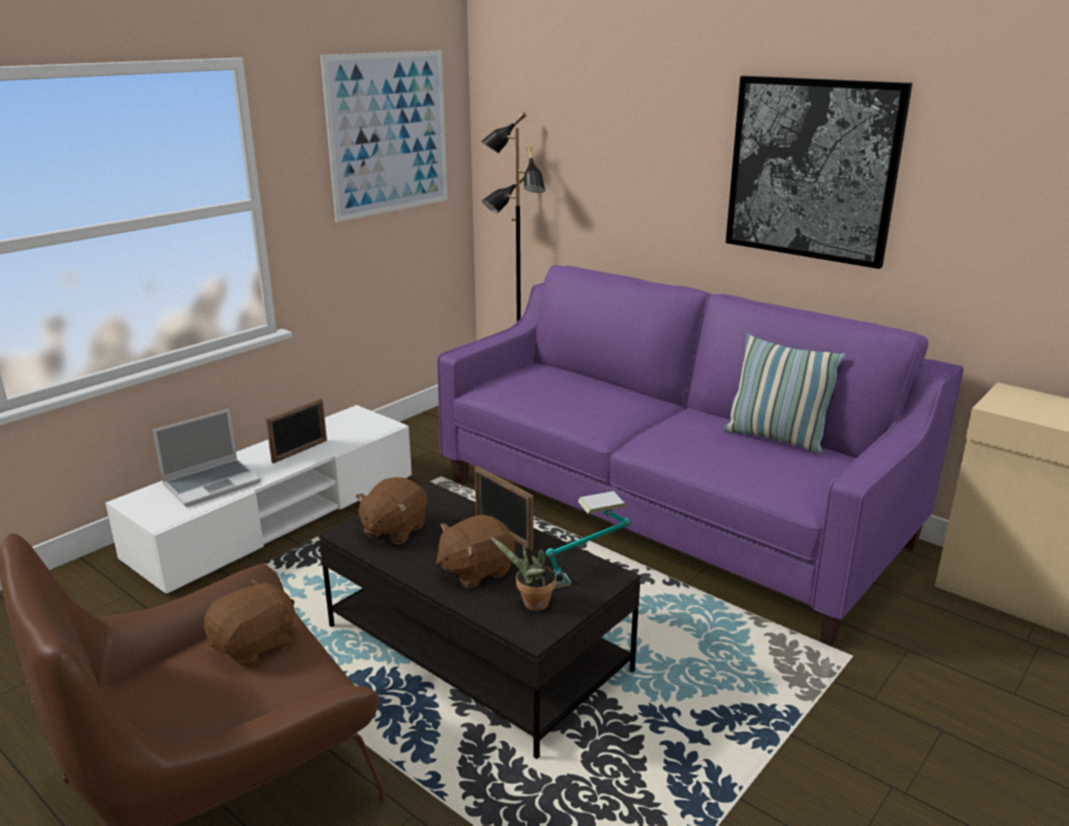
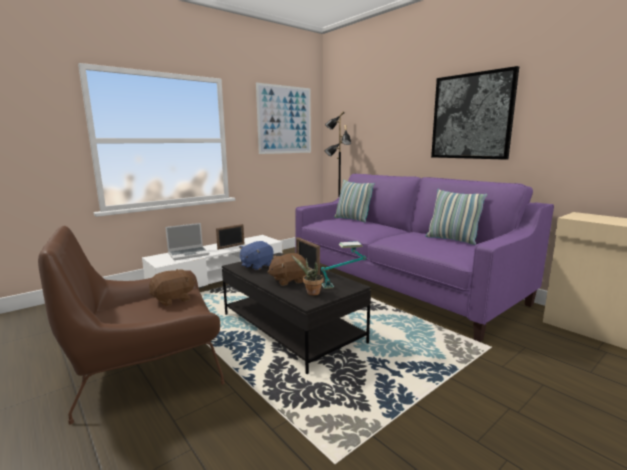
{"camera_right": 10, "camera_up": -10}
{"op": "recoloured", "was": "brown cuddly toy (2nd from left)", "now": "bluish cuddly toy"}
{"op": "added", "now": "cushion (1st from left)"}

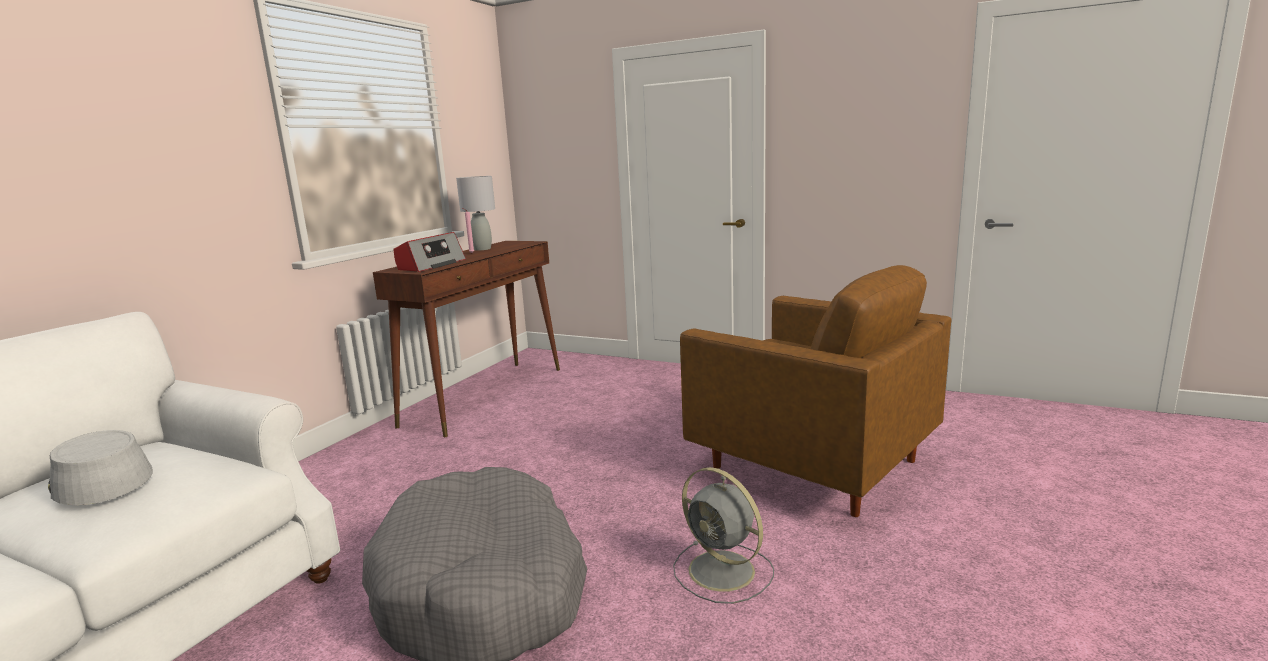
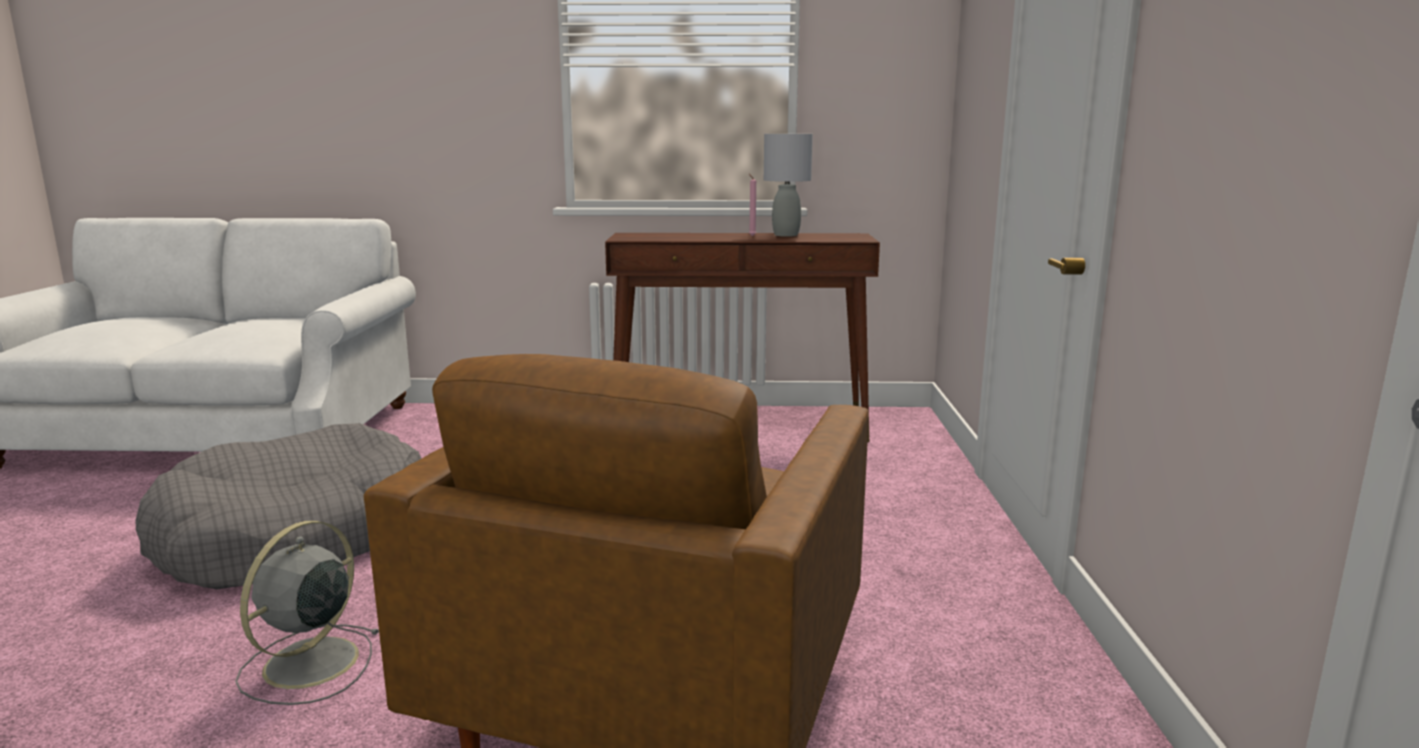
{"camera_right": 65, "camera_up": 0}
{"op": "removed", "was": "grey clothing hat"}
{"op": "removed", "was": "radio"}

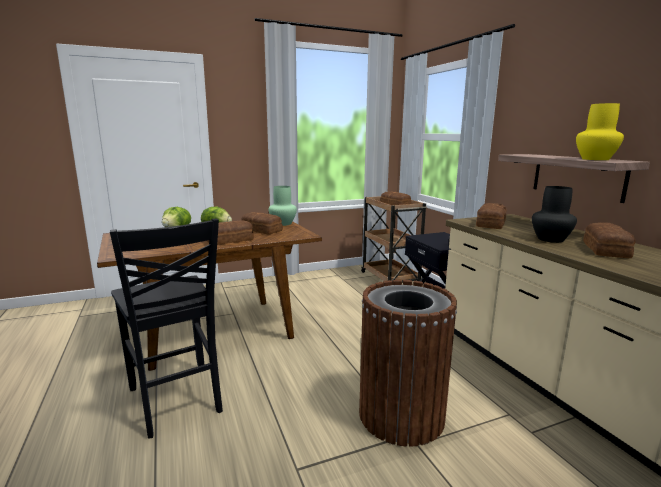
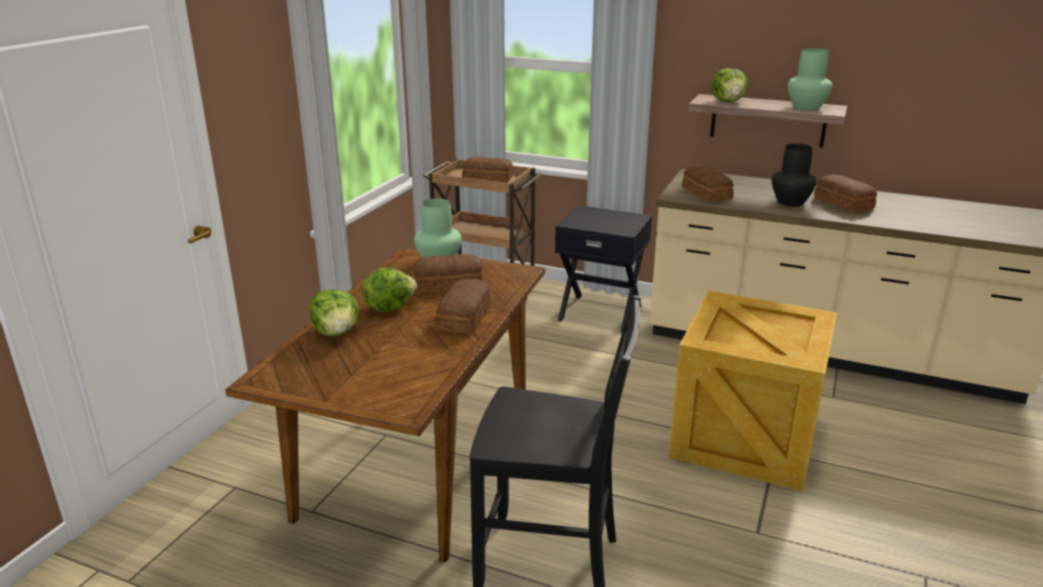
{"camera_right": -45, "camera_up": 10}
{"op": "replaced", "was": "brown waste bin", "now": "shipping crate"}
{"op": "recoloured", "was": "yellowish flower vase", "now": "greenish flower vase (2nd from left)"}
{"op": "added", "now": "head of lettuce (3rd from left)"}

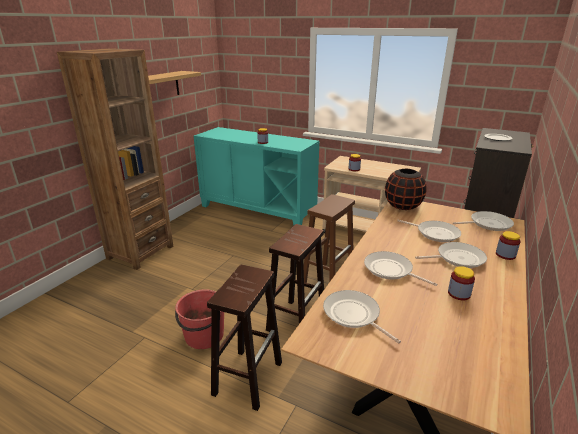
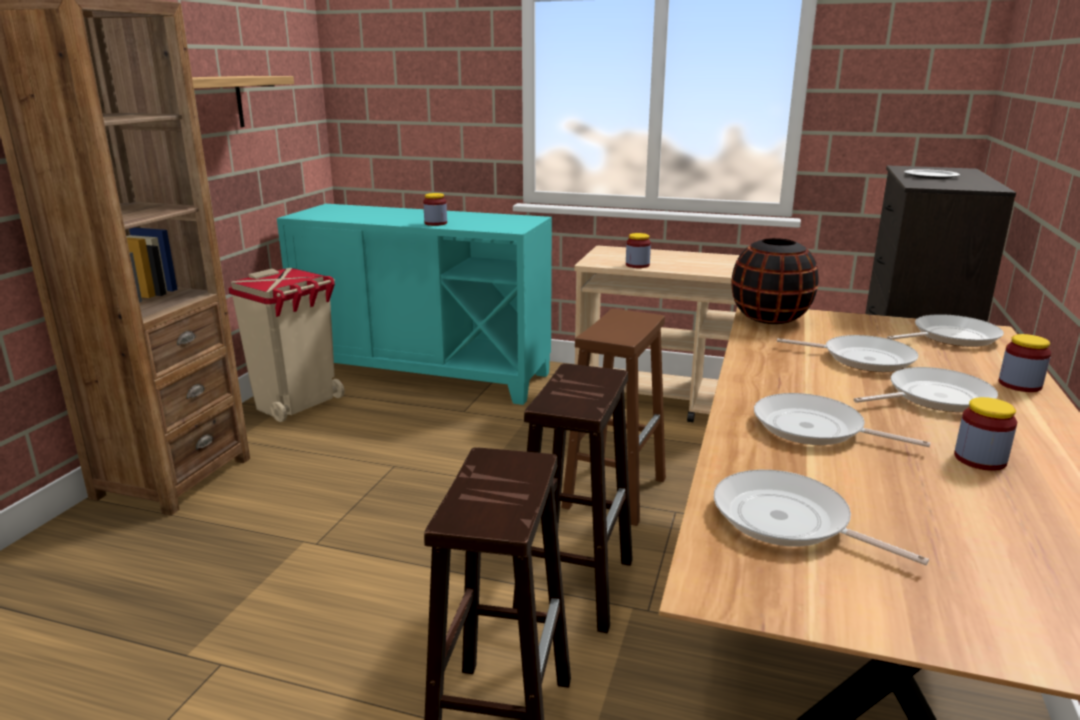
{"camera_right": -10, "camera_up": -5}
{"op": "removed", "was": "red-coloured bucket"}
{"op": "added", "now": "beige-coloured waste bin"}

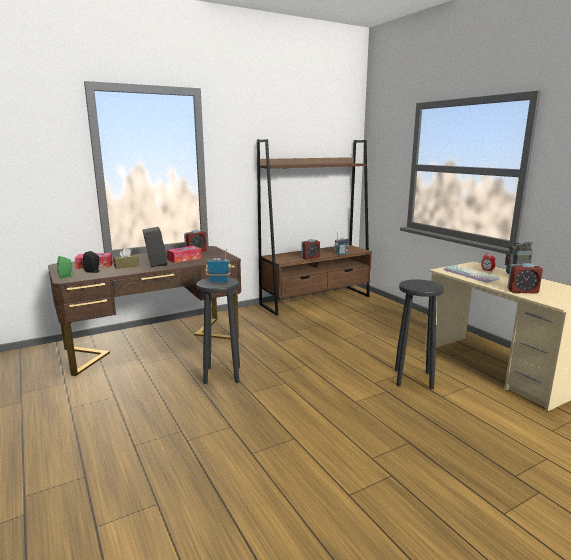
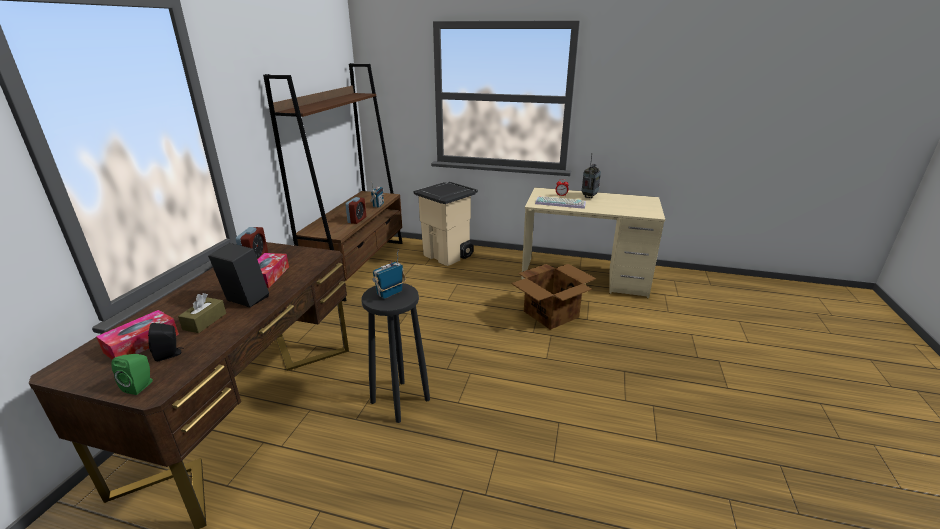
{"camera_right": -45, "camera_up": 10}
{"op": "replaced", "was": "blackish stool (2nd from left)", "now": "carton"}
{"op": "removed", "was": "alarm clock (4th from left)"}
{"op": "added", "now": "beige-coloured waste bin"}

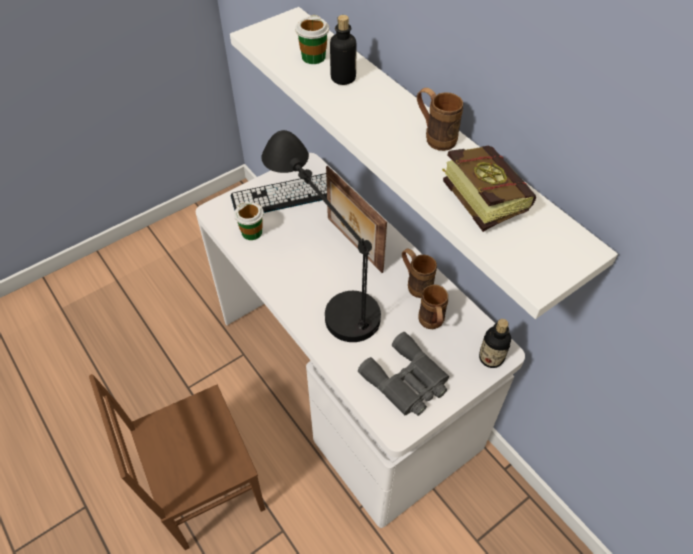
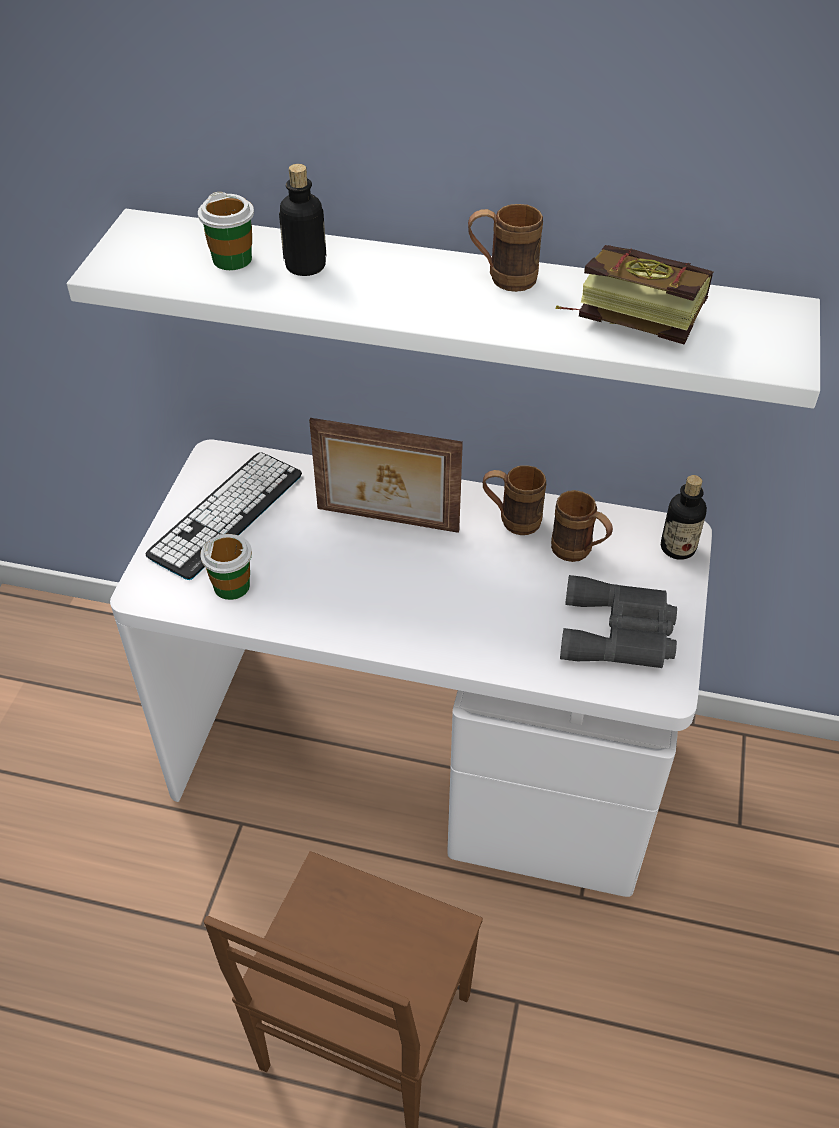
{"camera_right": -40, "camera_up": -5}
{"op": "removed", "was": "blackish tabletop lamp"}

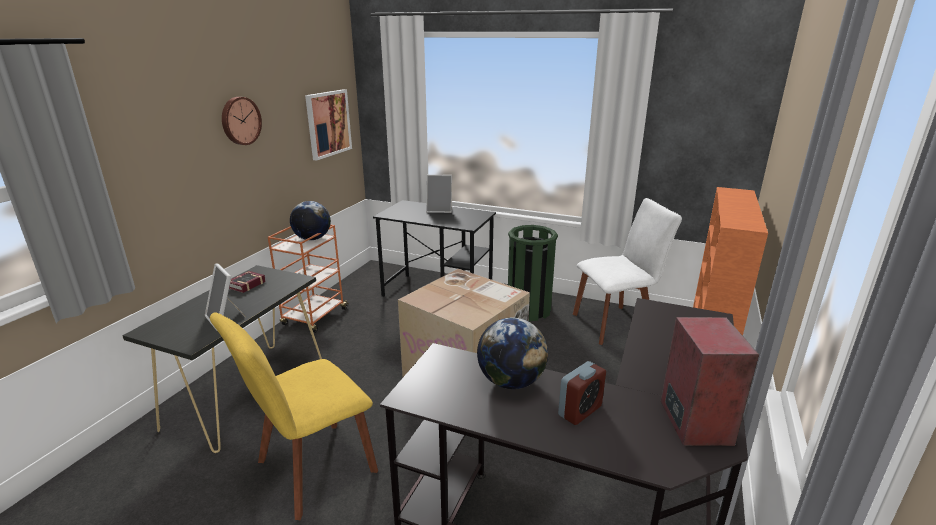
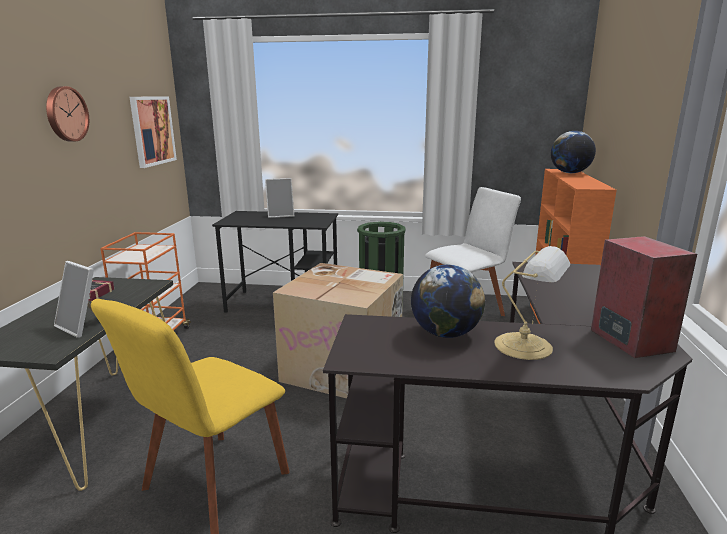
{"camera_right": -15, "camera_up": -5}
{"op": "moved", "was": "desk globe (1st from left in the first image)", "now": "desk globe (2nd from left)"}
{"op": "replaced", "was": "alarm clock", "now": "tabletop lamp"}

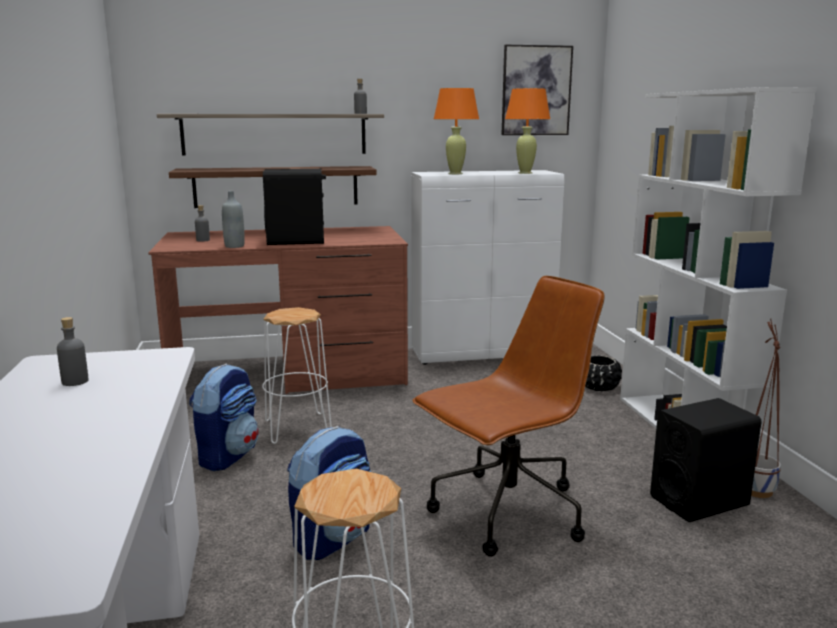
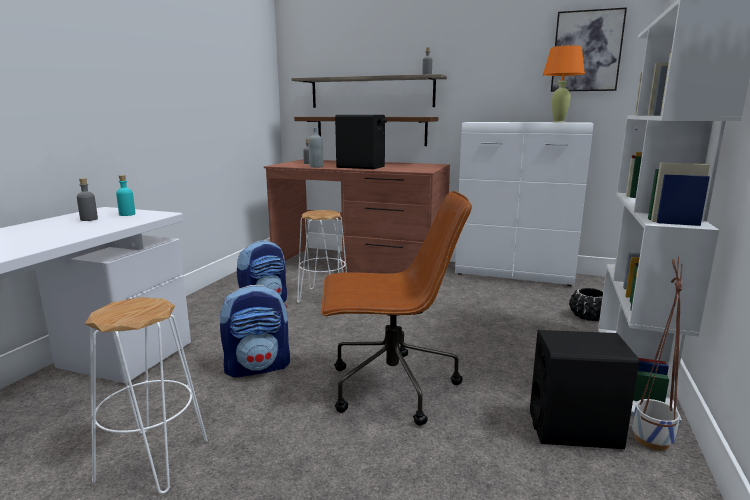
{"camera_right": 30, "camera_up": 0}
{"op": "removed", "was": "orangey tabletop lamp (1st from left)"}
{"op": "added", "now": "turquoise beverage bottle"}

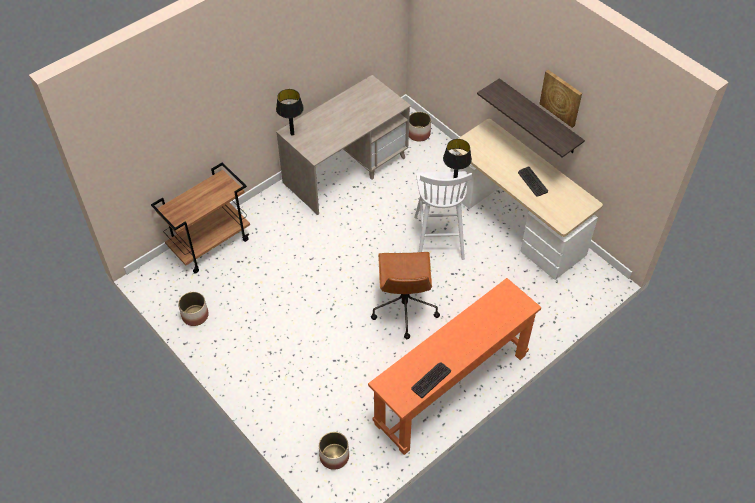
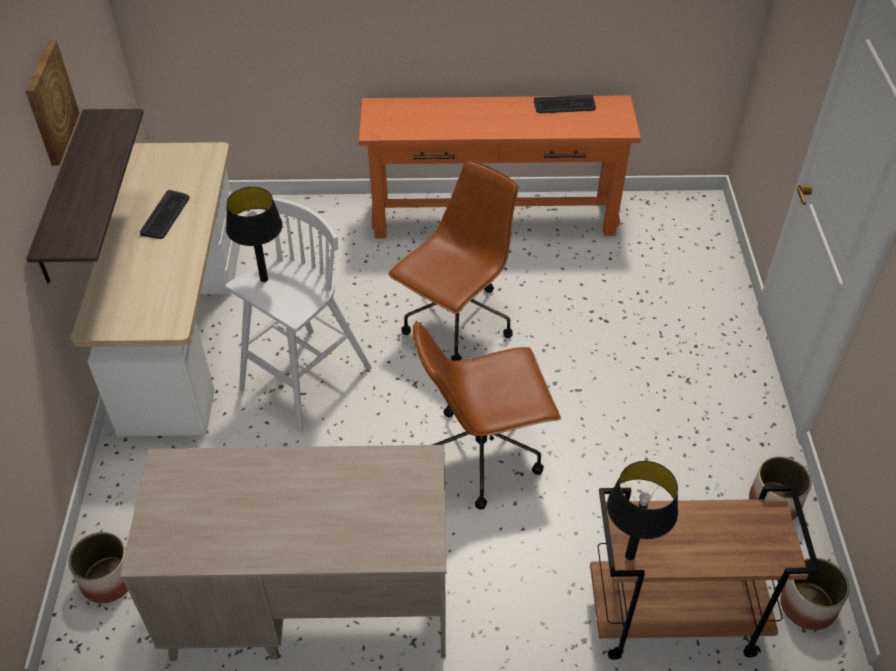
{"camera_right": -140, "camera_up": -5}
{"op": "moved", "was": "blackish tabletop lamp (1st from left in the first image)", "now": "blackish tabletop lamp (2nd from left)"}
{"op": "moved", "was": "plant pot (2nd from left in the first image)", "now": "plant pot (3rd from left)"}
{"op": "added", "now": "brown desk chair (2nd from left)"}

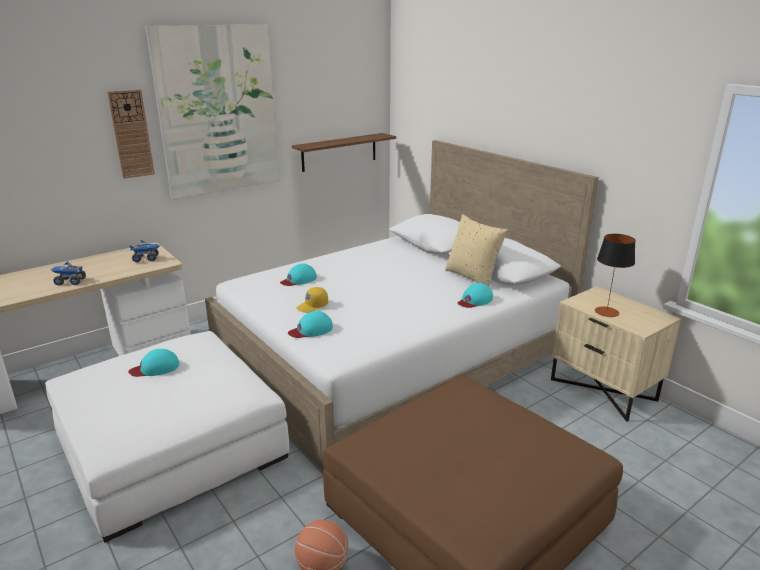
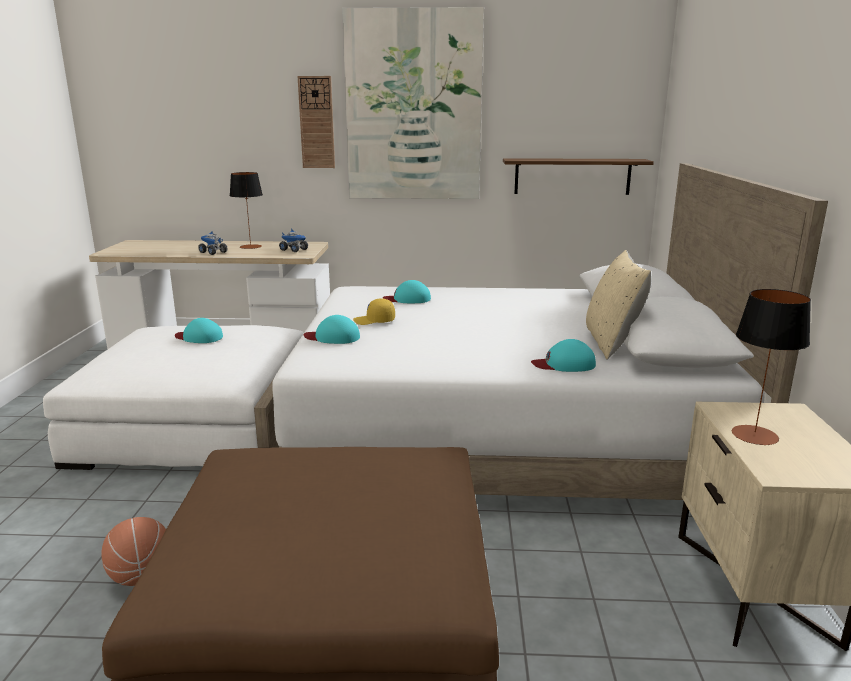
{"camera_right": 40, "camera_up": -5}
{"op": "added", "now": "tabletop lamp (1st from left)"}

